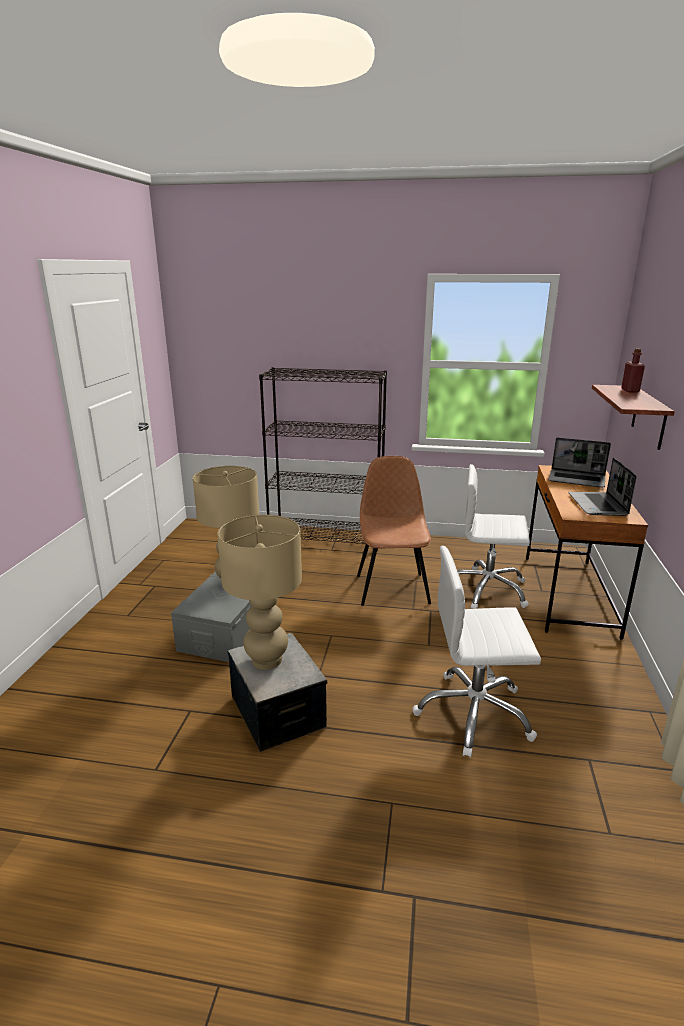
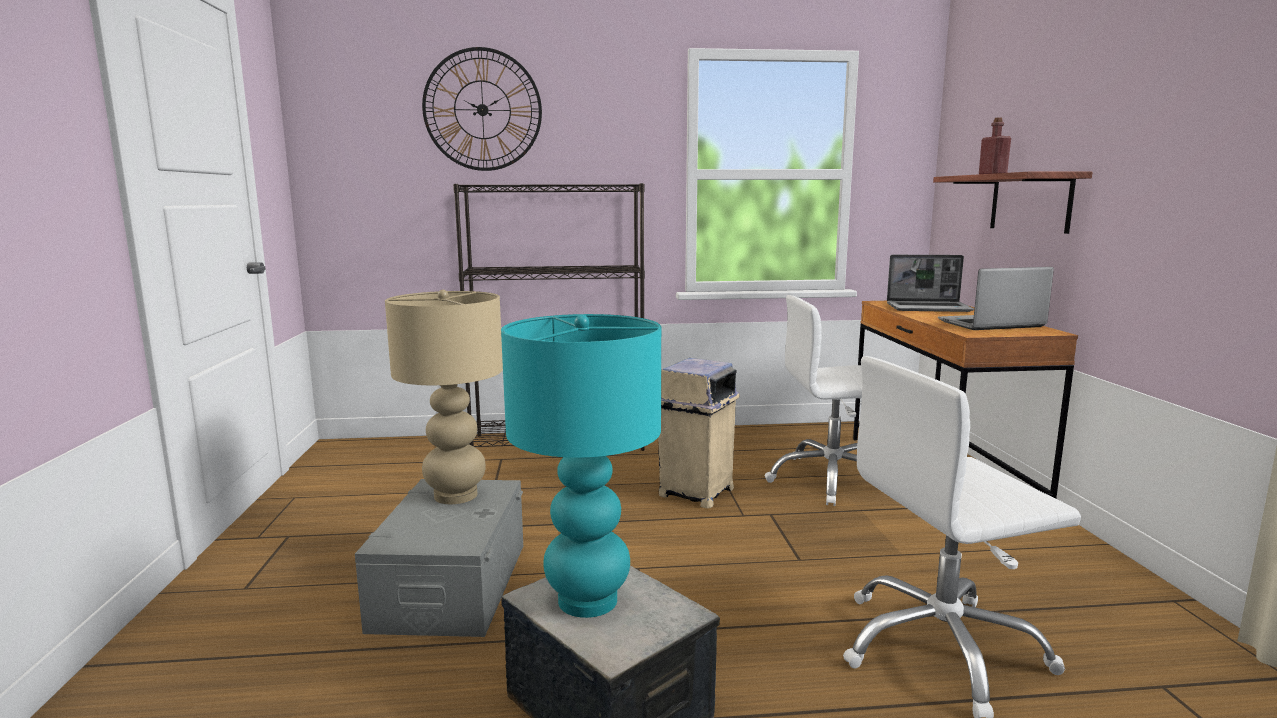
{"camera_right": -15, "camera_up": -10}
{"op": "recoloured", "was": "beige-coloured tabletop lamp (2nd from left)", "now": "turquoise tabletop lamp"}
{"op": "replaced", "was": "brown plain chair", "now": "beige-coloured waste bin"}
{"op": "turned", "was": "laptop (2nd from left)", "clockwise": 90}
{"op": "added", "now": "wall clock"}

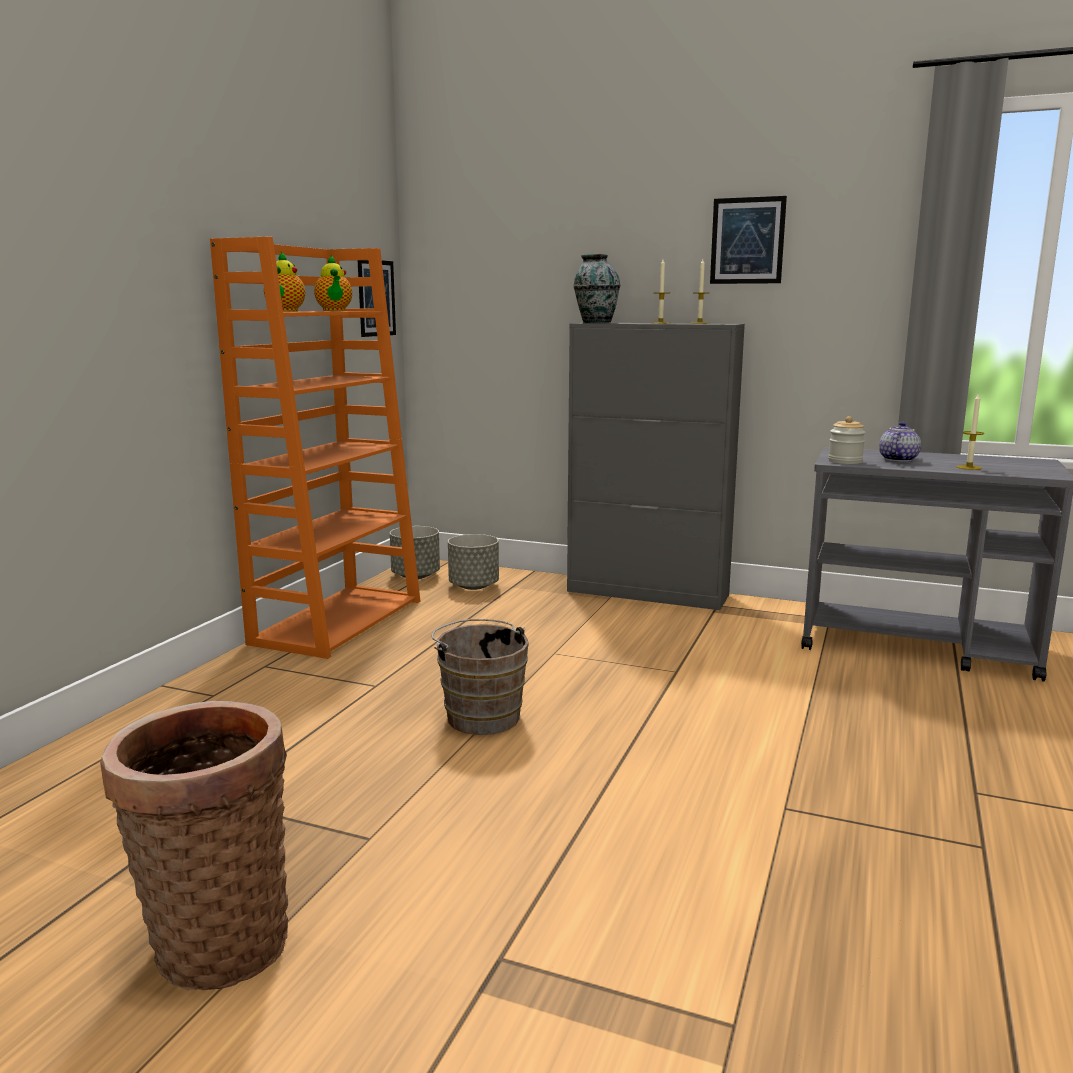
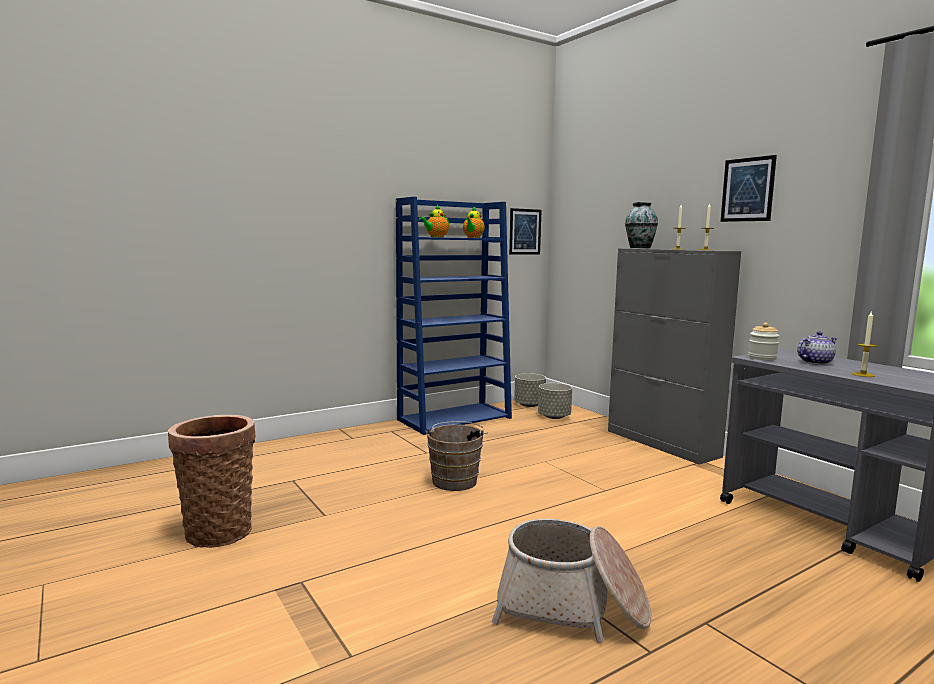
{"camera_right": 35, "camera_up": -5}
{"op": "recoloured", "was": "orangey bookcase", "now": "bluish bookcase"}
{"op": "added", "now": "household basket (2nd from left)"}

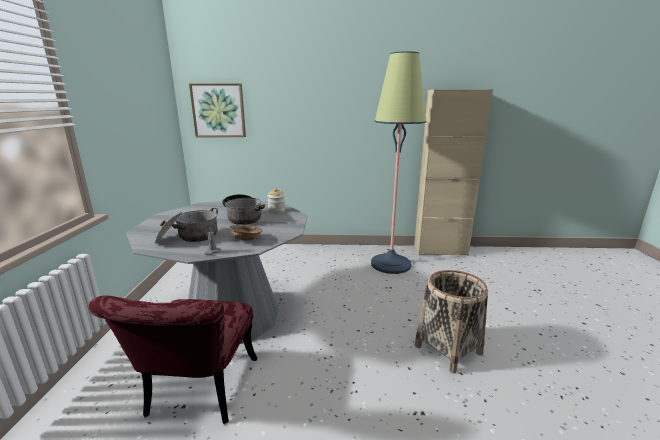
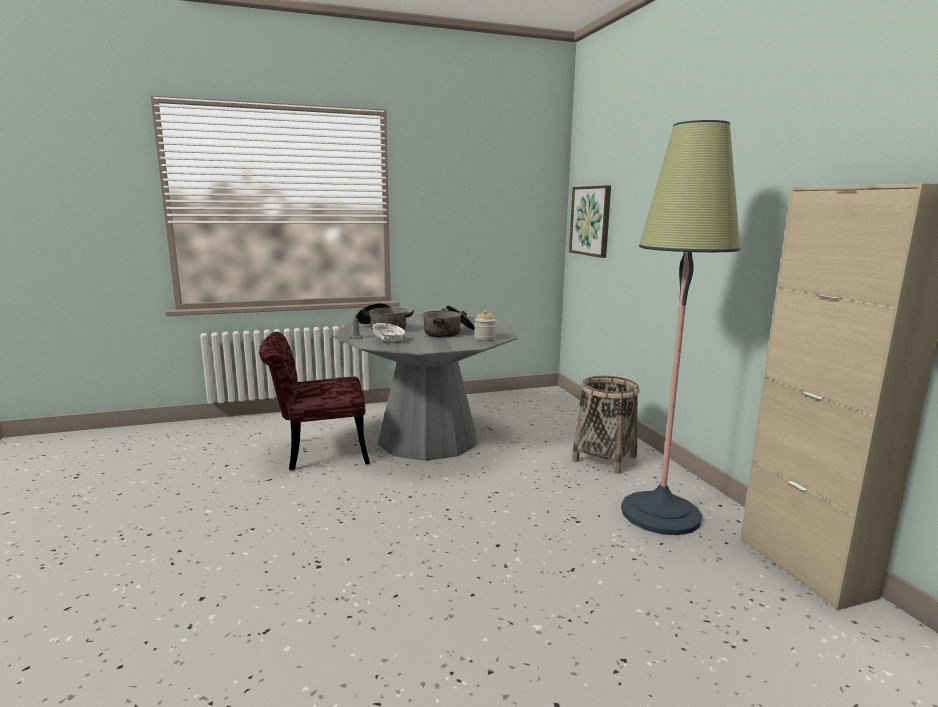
{"camera_right": 70, "camera_up": -5}
{"op": "recoloured", "was": "brown deep dish", "now": "whitish deep dish"}
{"op": "moved", "was": "household basket"}

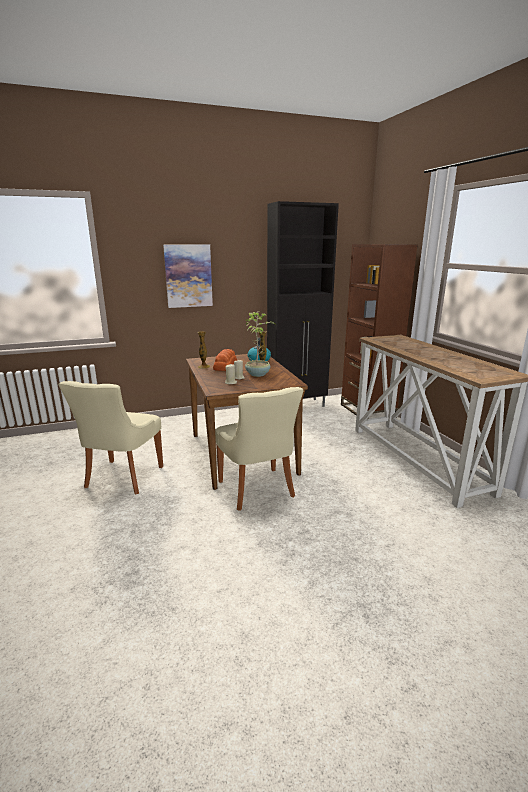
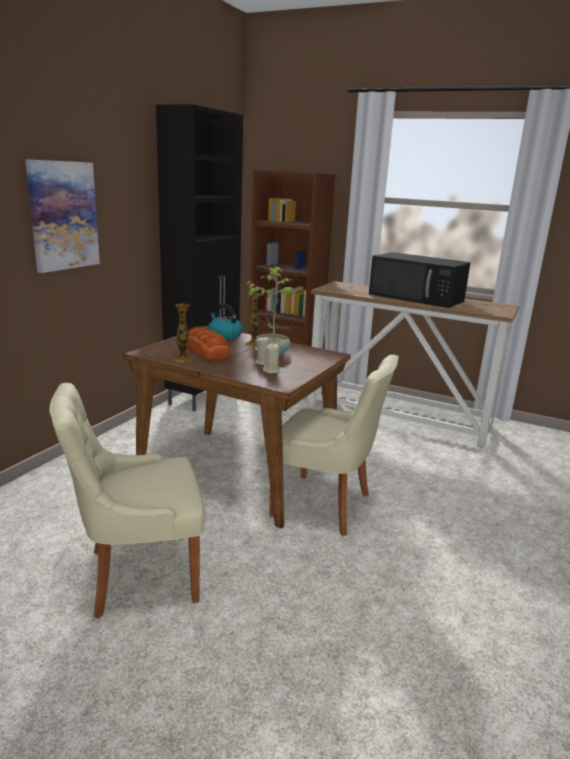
{"camera_right": -45, "camera_up": 0}
{"op": "turned", "was": "beige-coloured plain chair (1st from left)", "clockwise": 105}
{"op": "added", "now": "blackish kitchen microwave"}

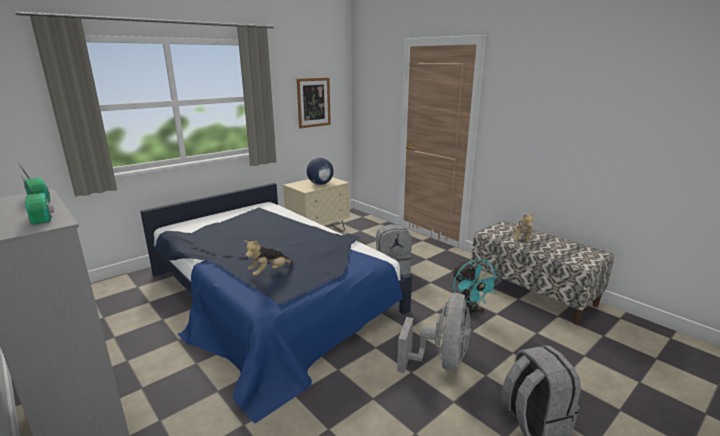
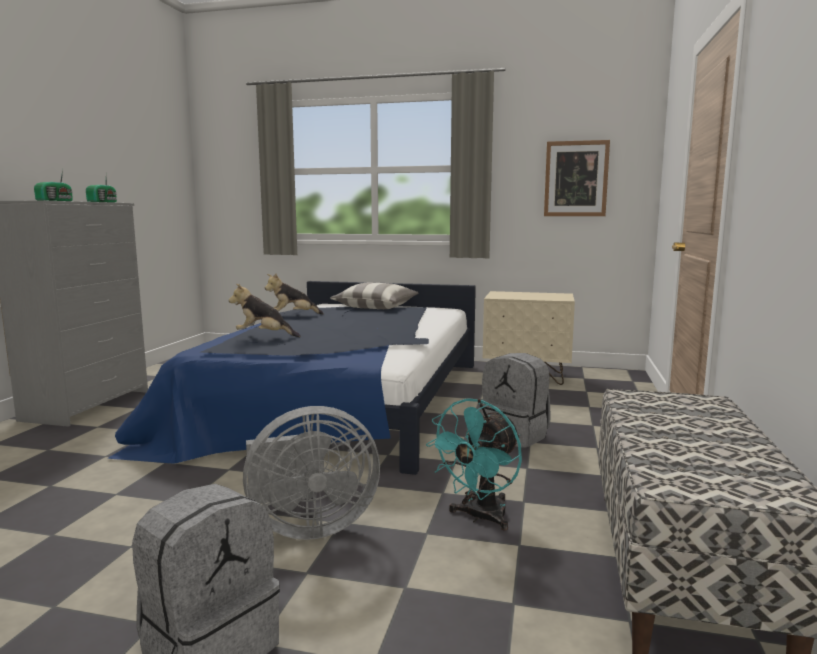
{"camera_right": 55, "camera_up": -10}
{"op": "removed", "was": "desk globe"}
{"op": "moved", "was": "cuddly toy (2nd from left)"}
{"op": "added", "now": "cushion"}

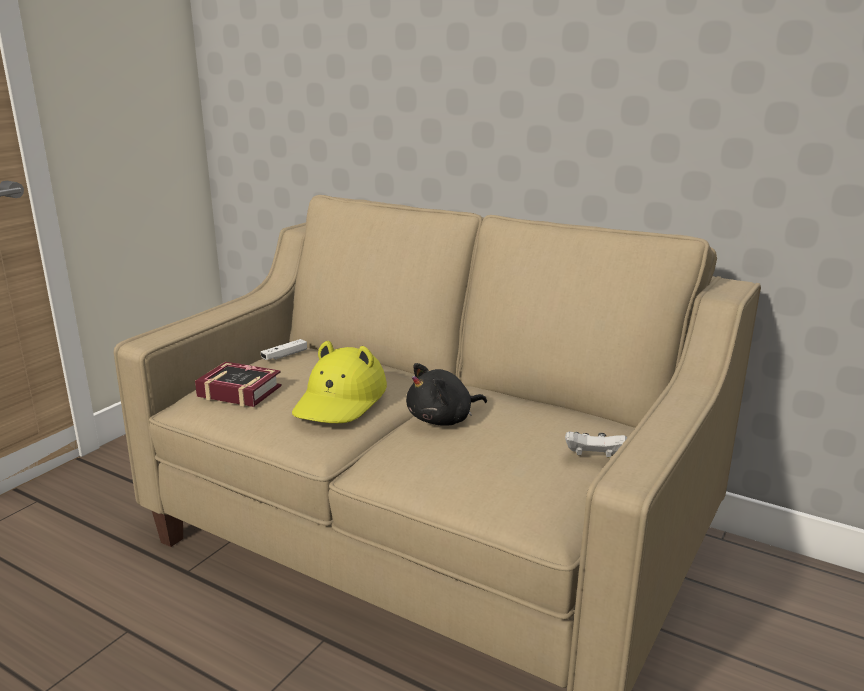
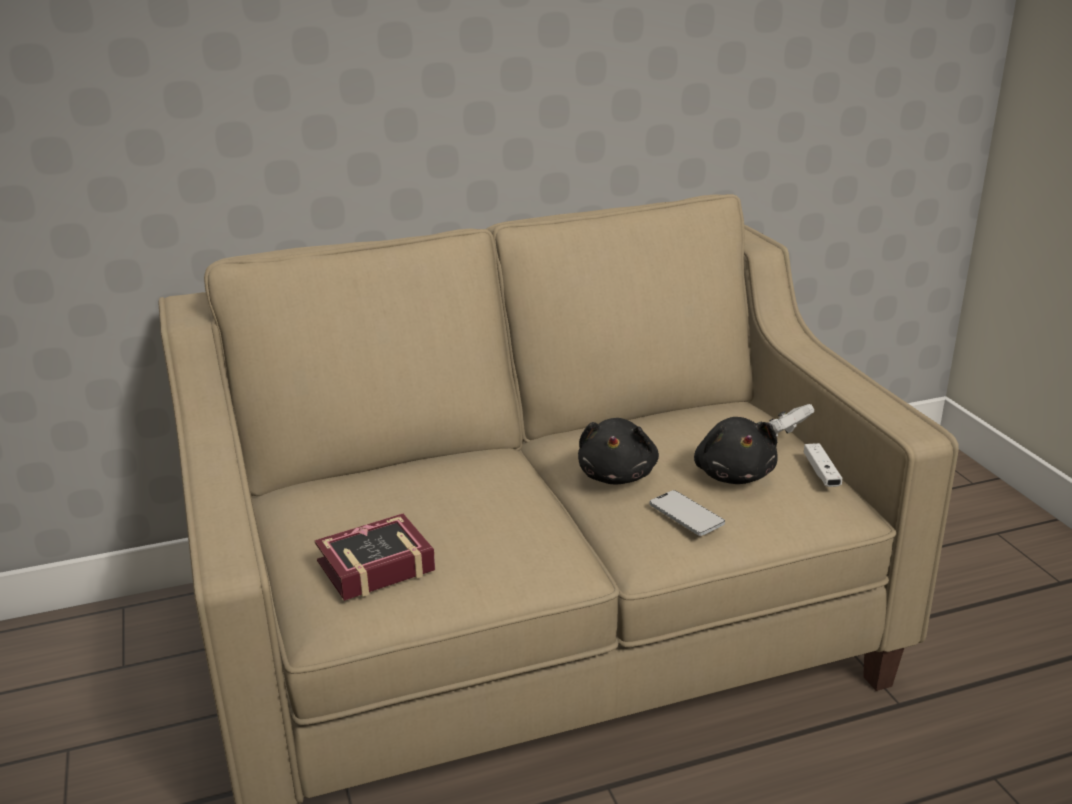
{"camera_right": -50, "camera_up": 5}
{"op": "moved", "was": "whitish gamepad (1st from left in the first image)", "now": "whitish gamepad (2nd from left)"}
{"op": "removed", "was": "yellowish clothing hat"}
{"op": "added", "now": "telephone"}
{"op": "added", "now": "blackish cuddly toy (2nd from left)"}

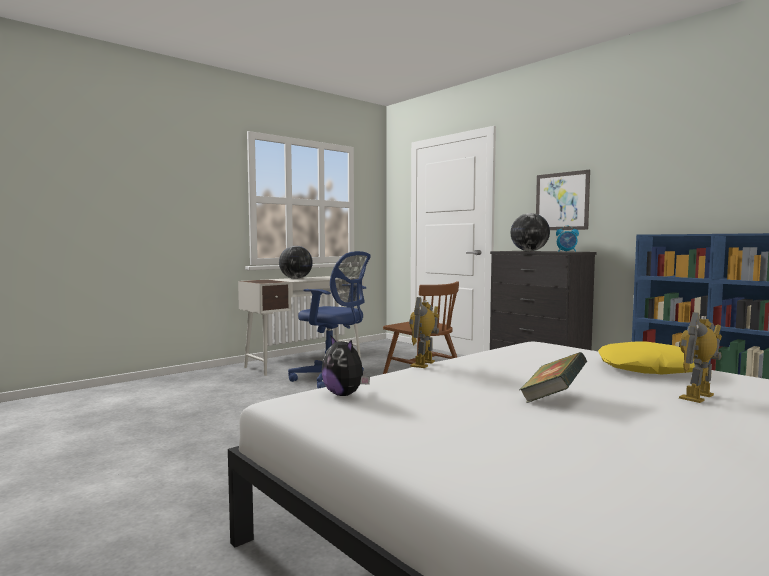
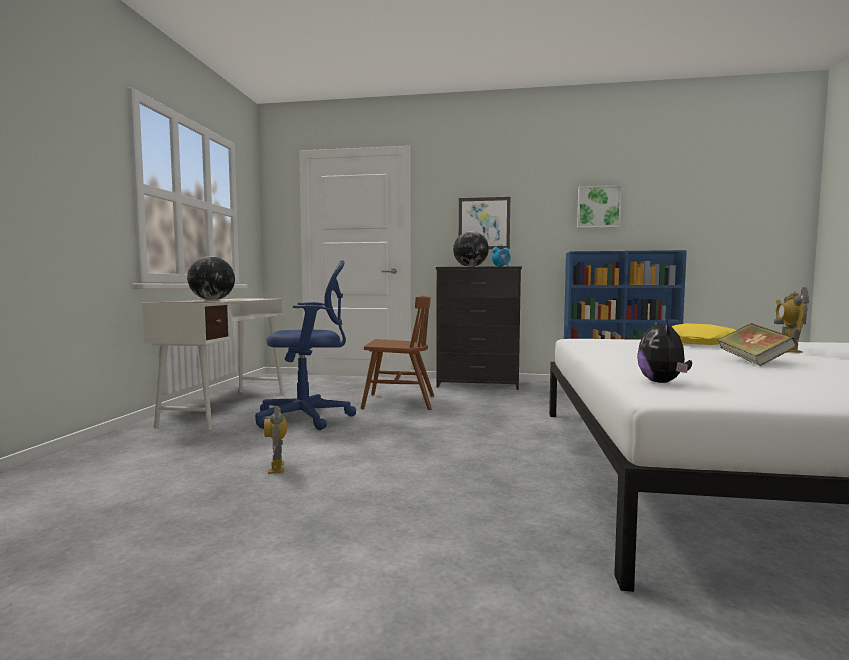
{"camera_right": -40, "camera_up": 0}
{"op": "turned", "was": "cuddly toy", "clockwise": 90}
{"op": "moved", "was": "robot figure (1st from left)"}
{"op": "added", "now": "wall picture (2nd from left)"}

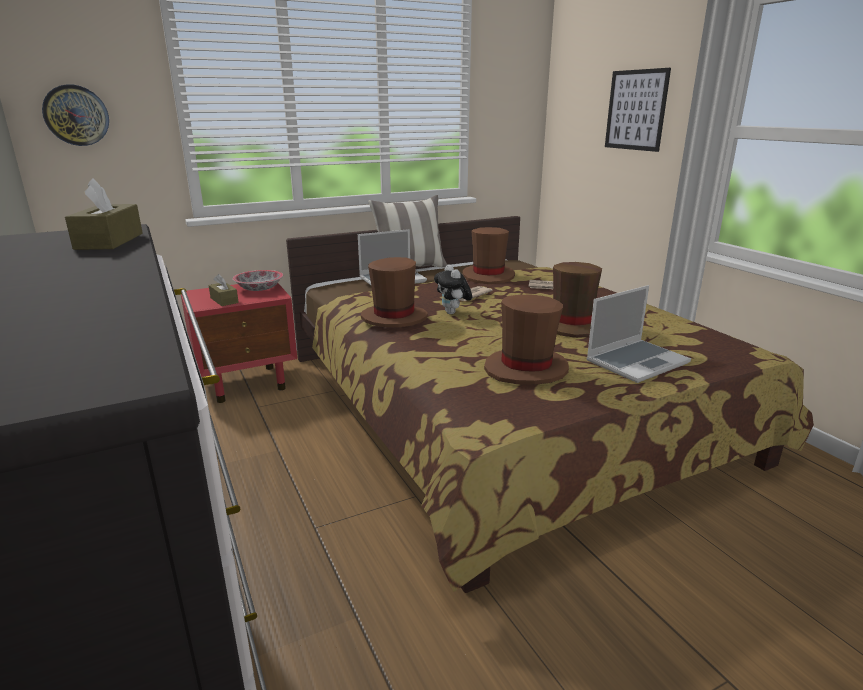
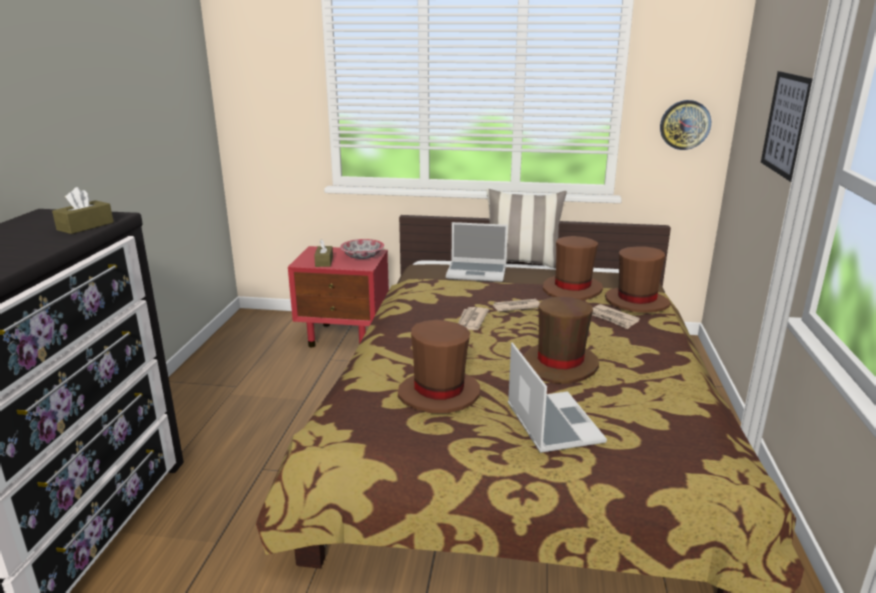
{"camera_right": 35, "camera_up": 0}
{"op": "moved", "was": "wall clock"}
{"op": "moved", "was": "brown clothing hat (1st from left in the first image)", "now": "brown clothing hat (4th from left)"}
{"op": "replaced", "was": "cuddly toy", "now": "printed paper (1st from left)"}
{"op": "turned", "was": "laptop (2nd from left)", "clockwise": -105}

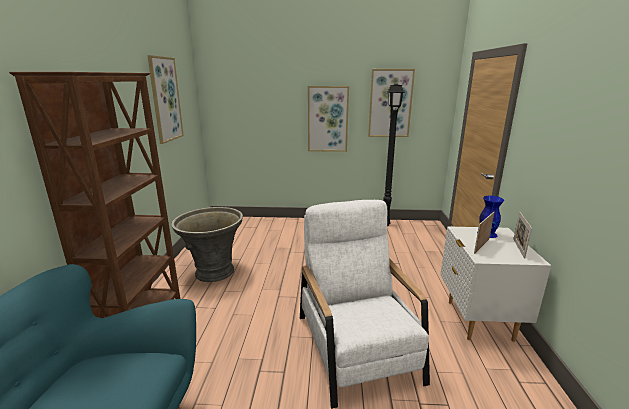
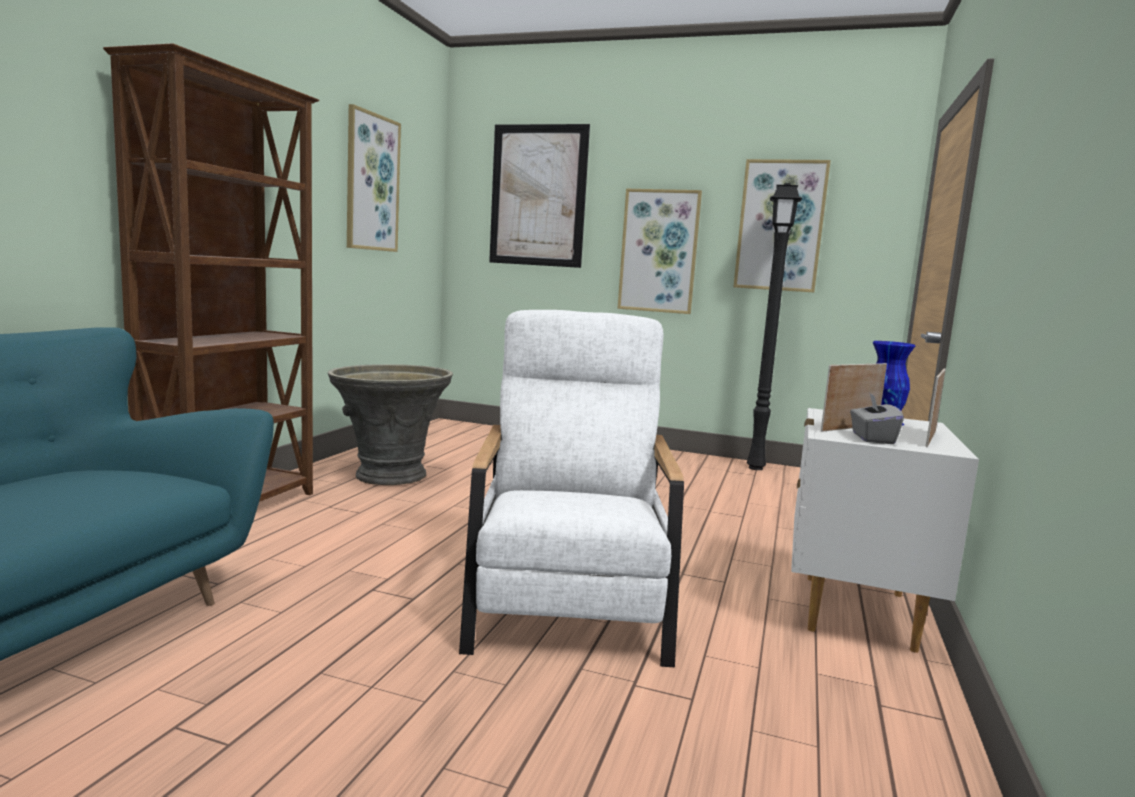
{"camera_right": 15, "camera_up": -10}
{"op": "added", "now": "wall picture (2nd from left)"}
{"op": "added", "now": "grey tissue holder"}

